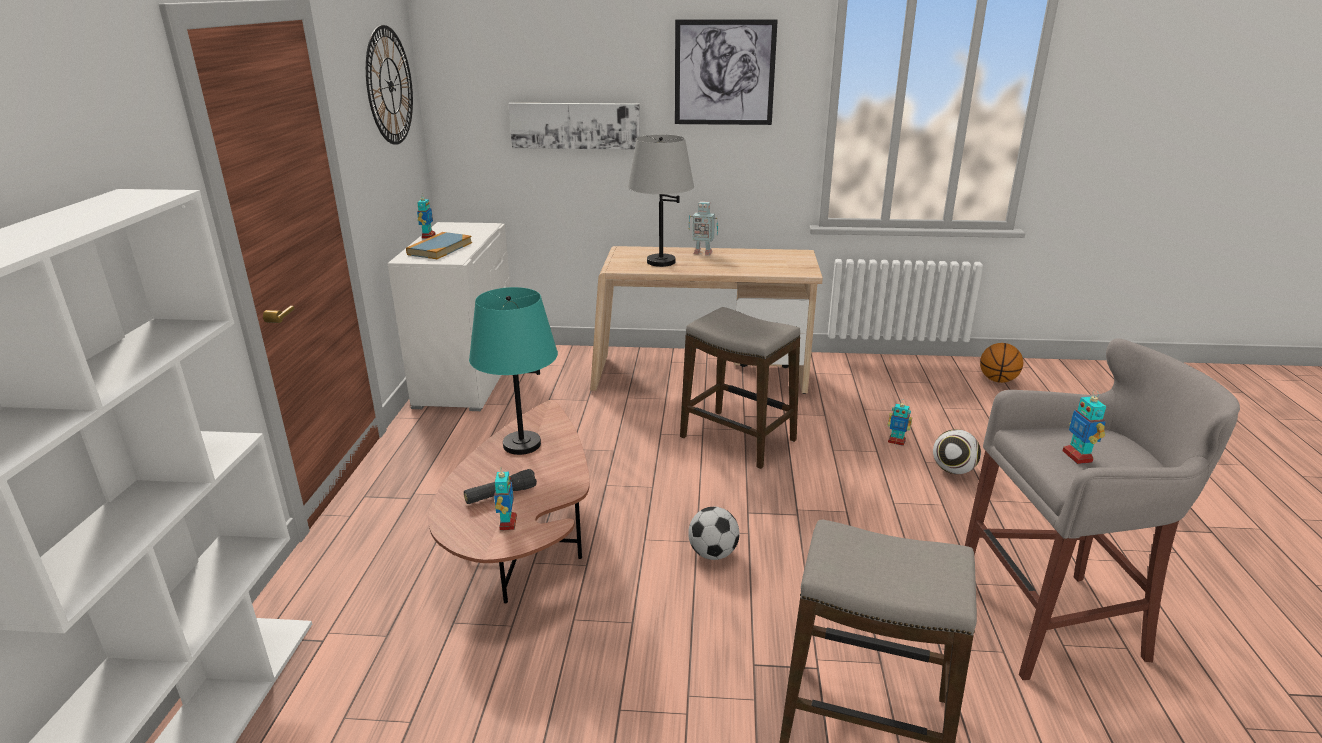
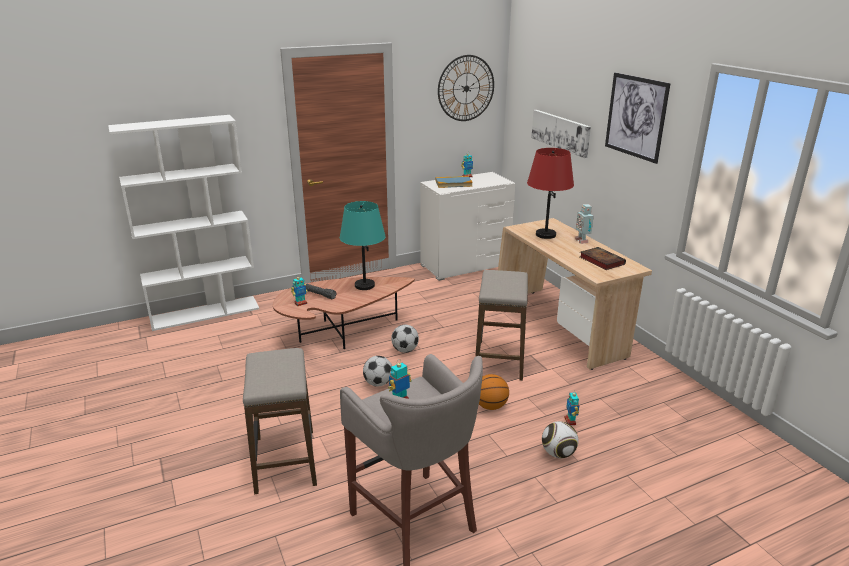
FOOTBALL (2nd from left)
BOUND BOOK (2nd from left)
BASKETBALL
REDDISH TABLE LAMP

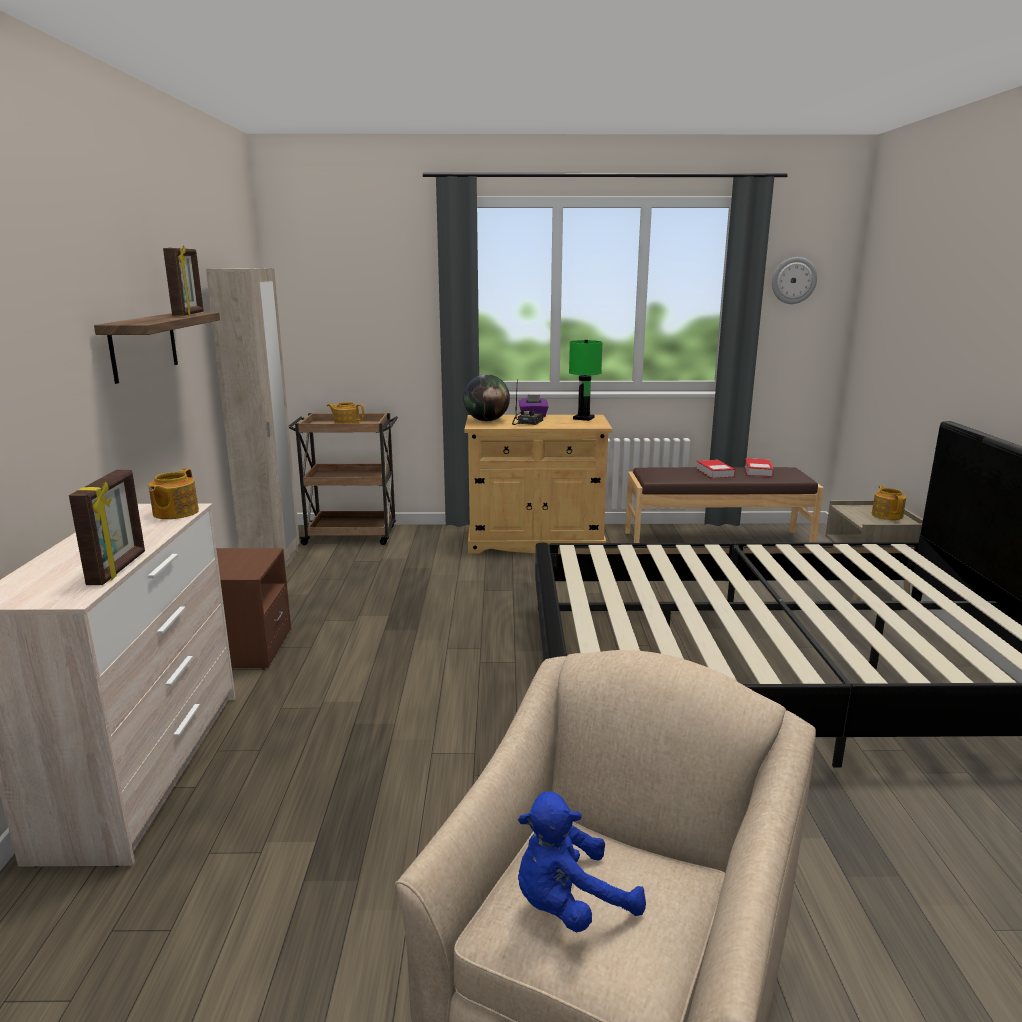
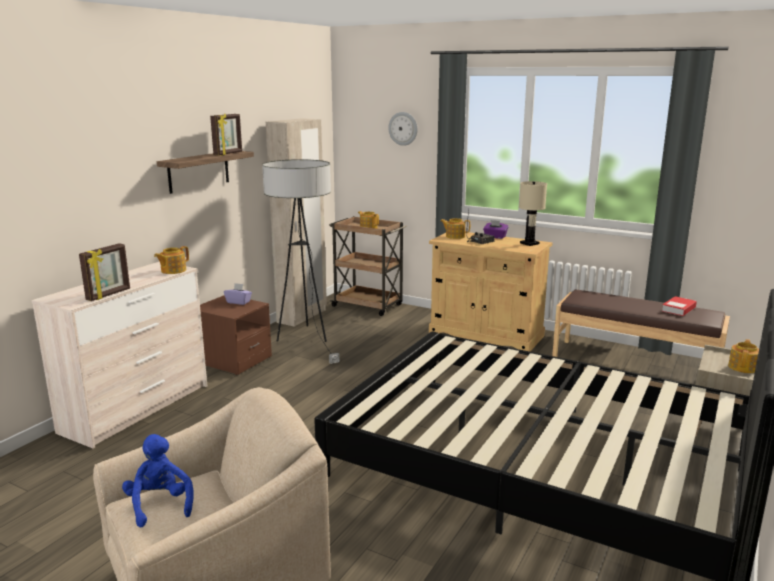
BOUND BOOK (1st from left in the first image)
PURPLISH TISSUE BOX (1st from left)
FLOOR LAMP
CLOCK ON THE WALL
TEA POT (3rd from left)
BEIGE TABLE LAMP
BLUISH PLUSH TOY

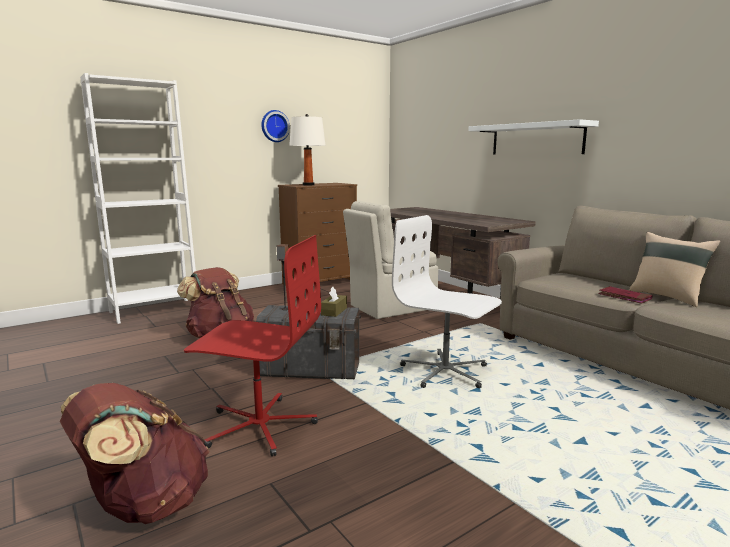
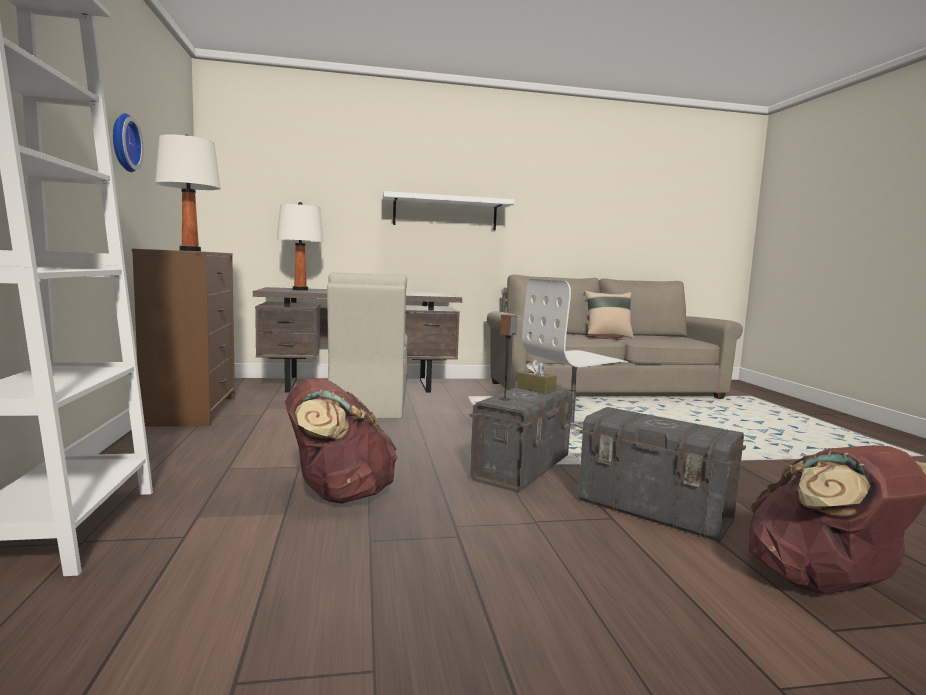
WHITE-COLOURED TABLE LAMP (2nd from left)
GREYISH STORAGE BIN (2nd from left)

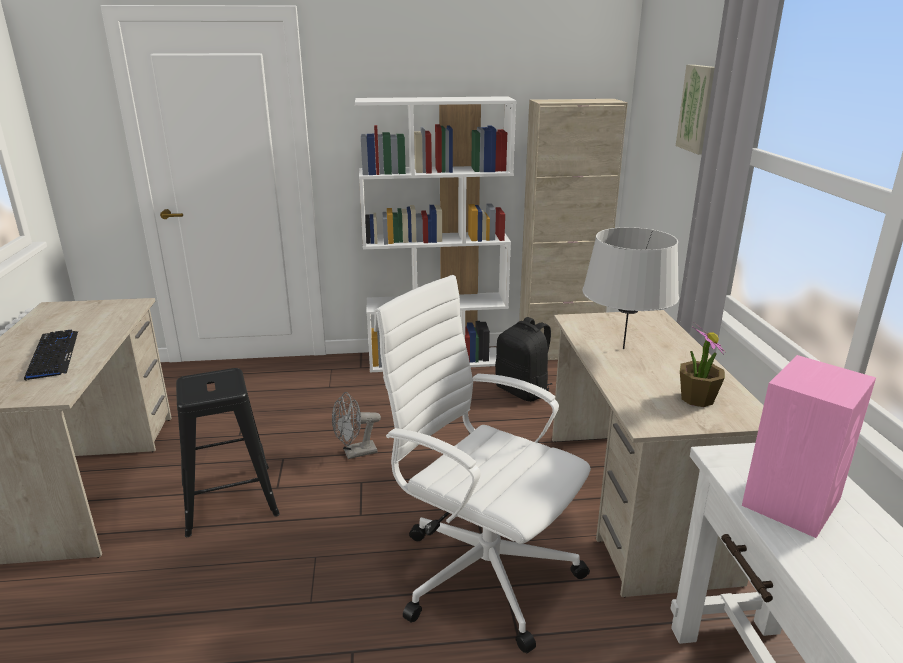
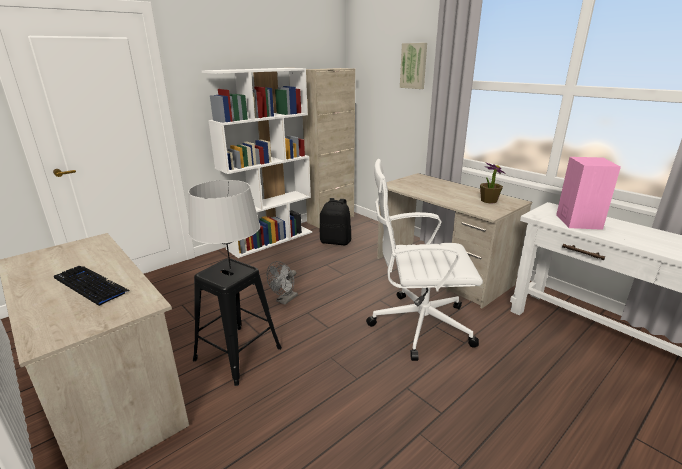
GREYISH TABLE LAMP

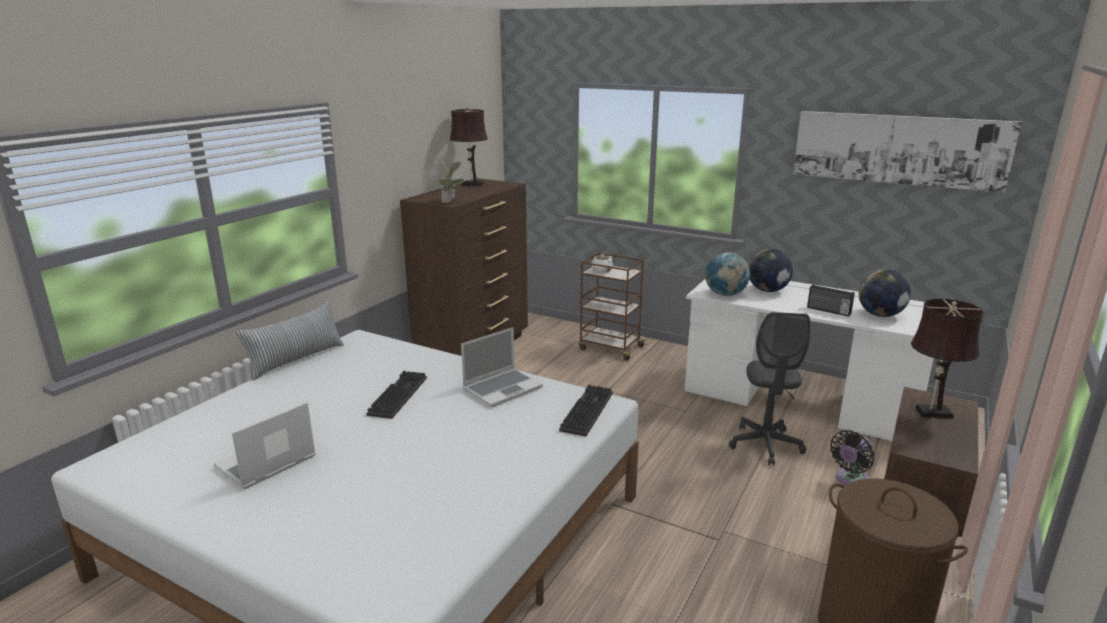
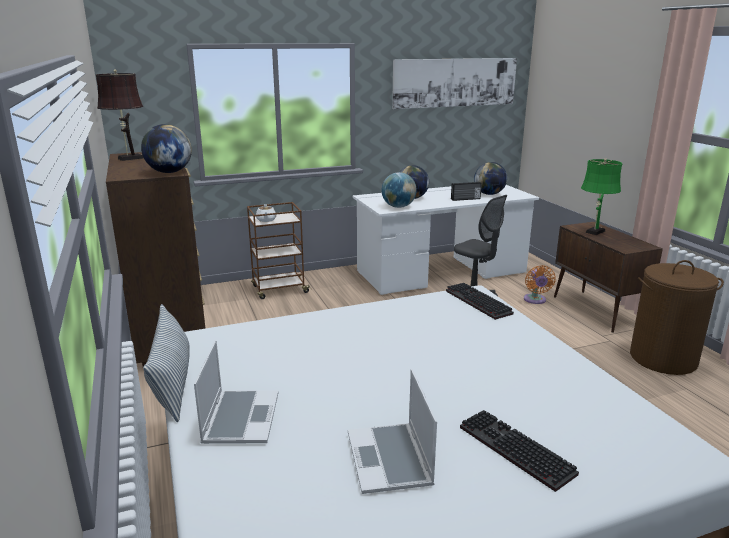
COMPUTER KEYBOARD (2nd from left)
LAPTOP (1st from left)
WORLD GLOBE (1st from left)
ORANGEY FAN
GREENISH TABLE LAMP

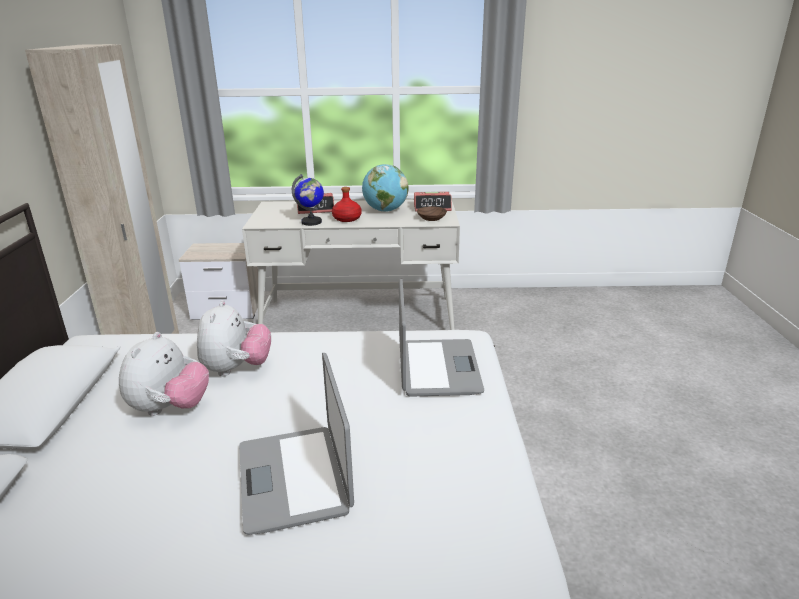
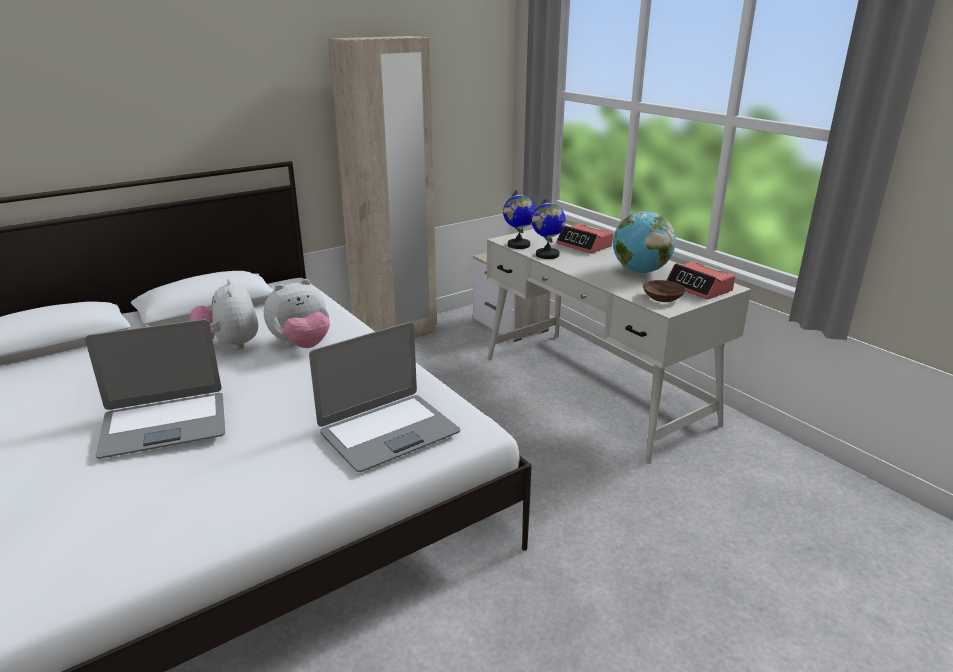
REDDISH DRINK BOTTLE
WORLD GLOBE (1st from left)
PLUSH TOY (1st from left)
LAPTOP (1st from left)

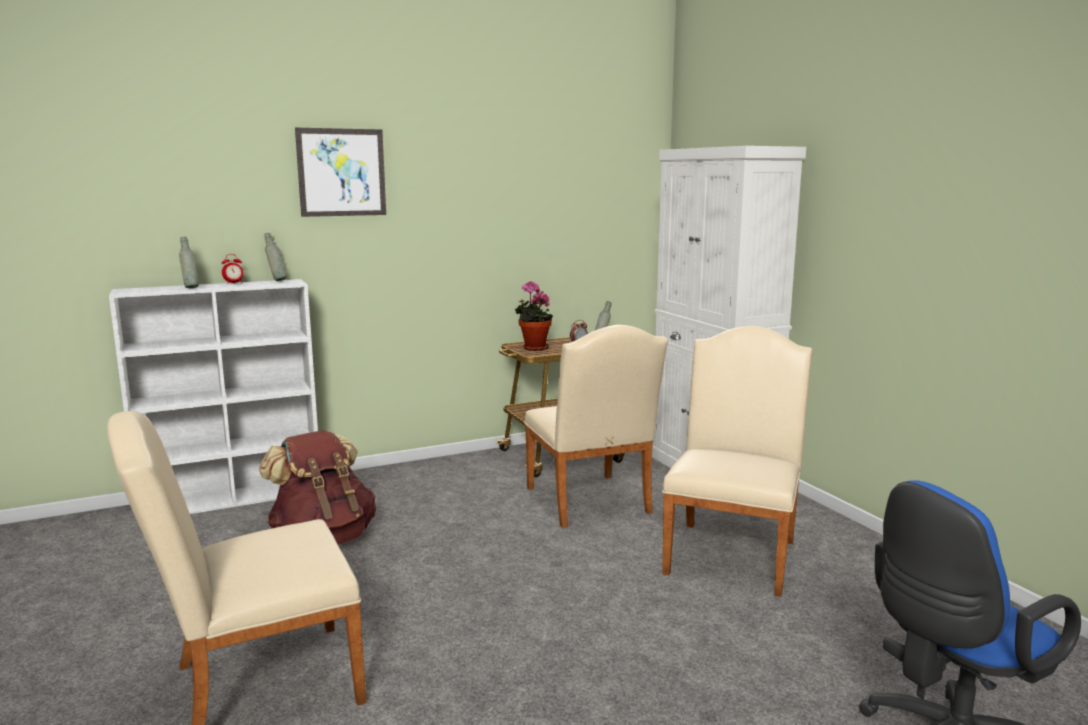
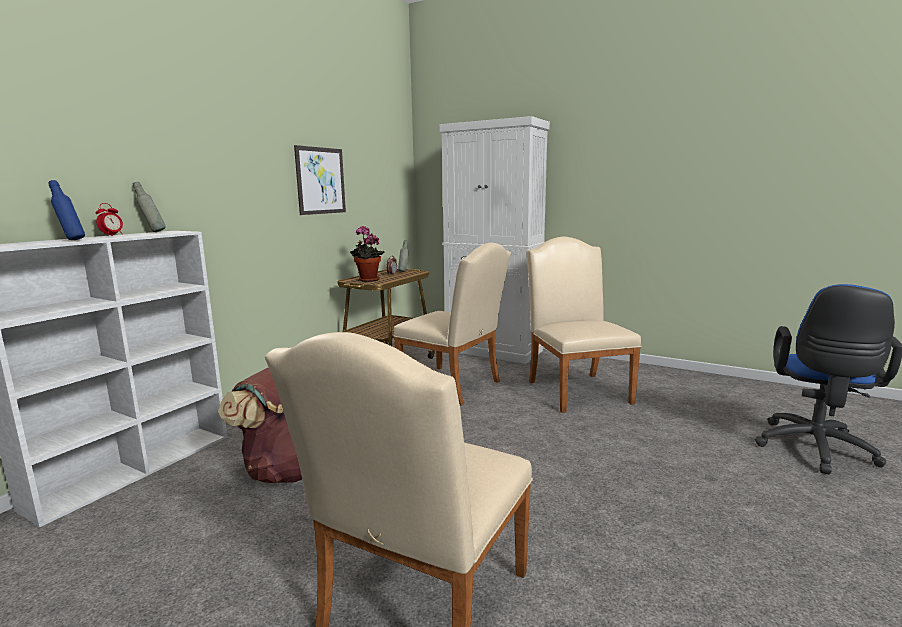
WALL PICTURE
BLUISH DRINK BOTTLE

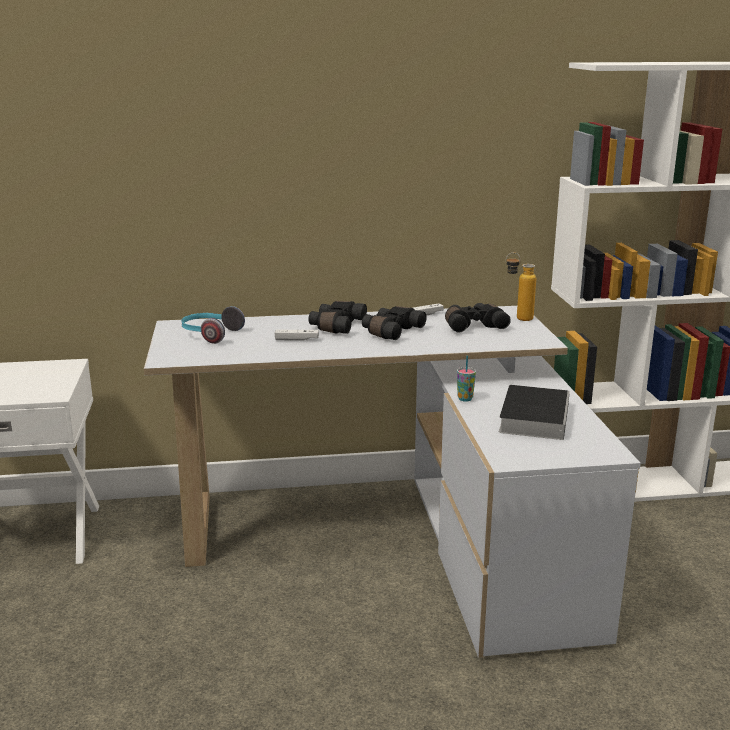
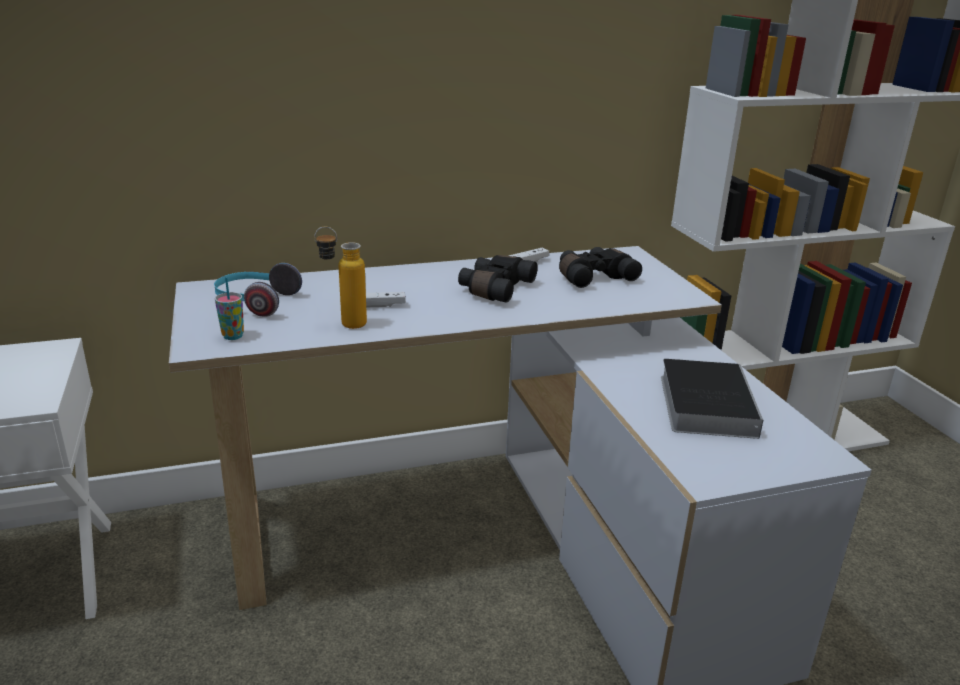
BLACK-COLOURED BINOCULARS (1st from left in the first image)
DRINKING CUP
DRINK BOTTLE

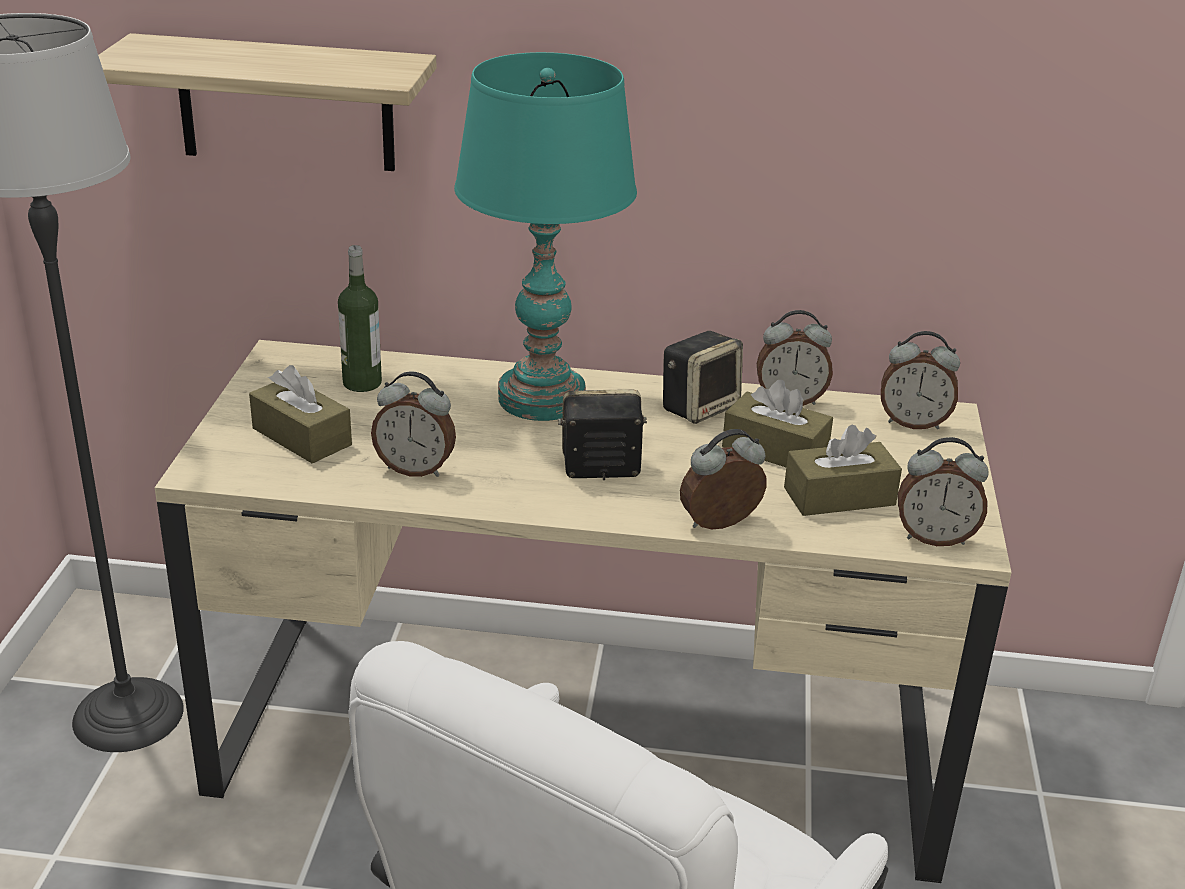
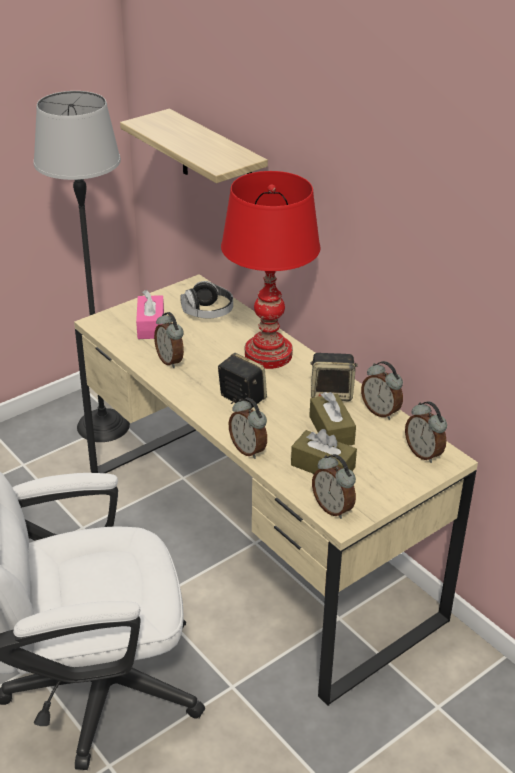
HEADSET
PINKISH TISSUE BOX
REDDISH TABLE LAMP
TABLE CLOCK (2nd from left)

